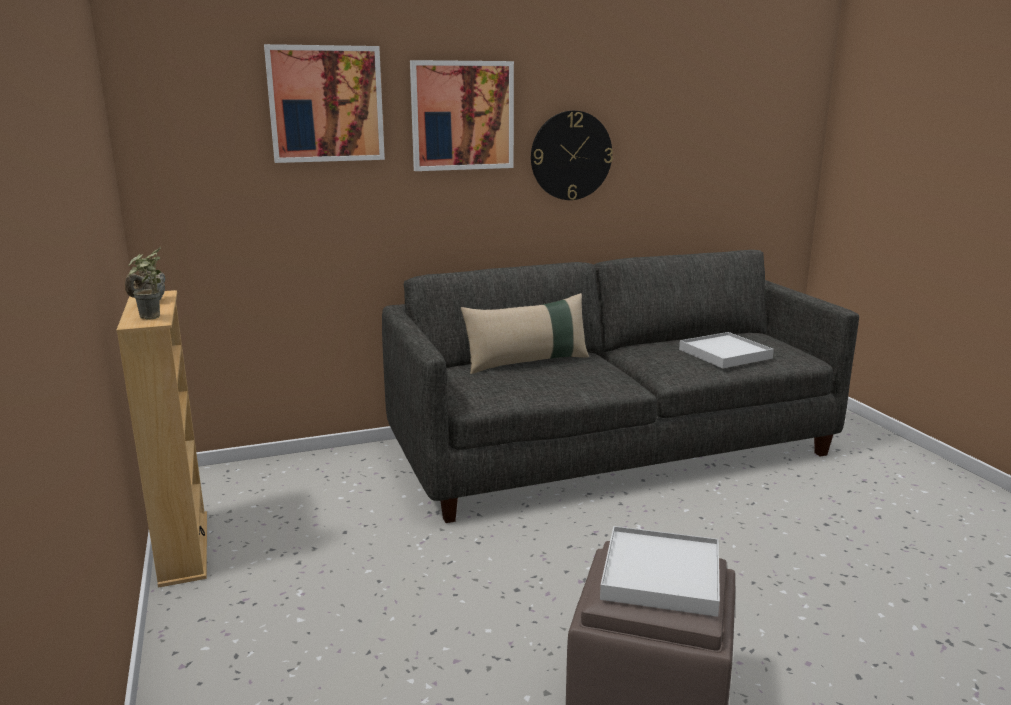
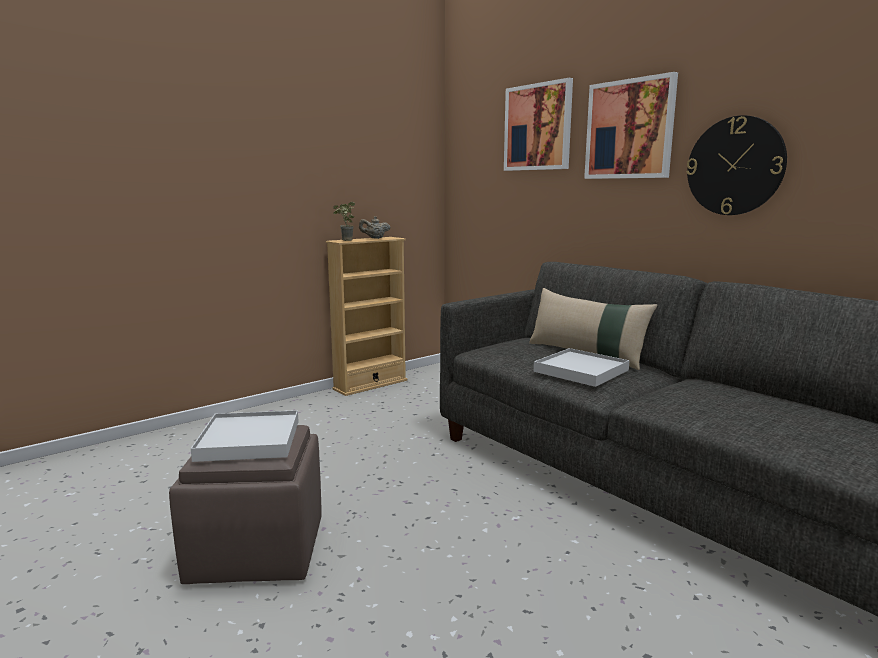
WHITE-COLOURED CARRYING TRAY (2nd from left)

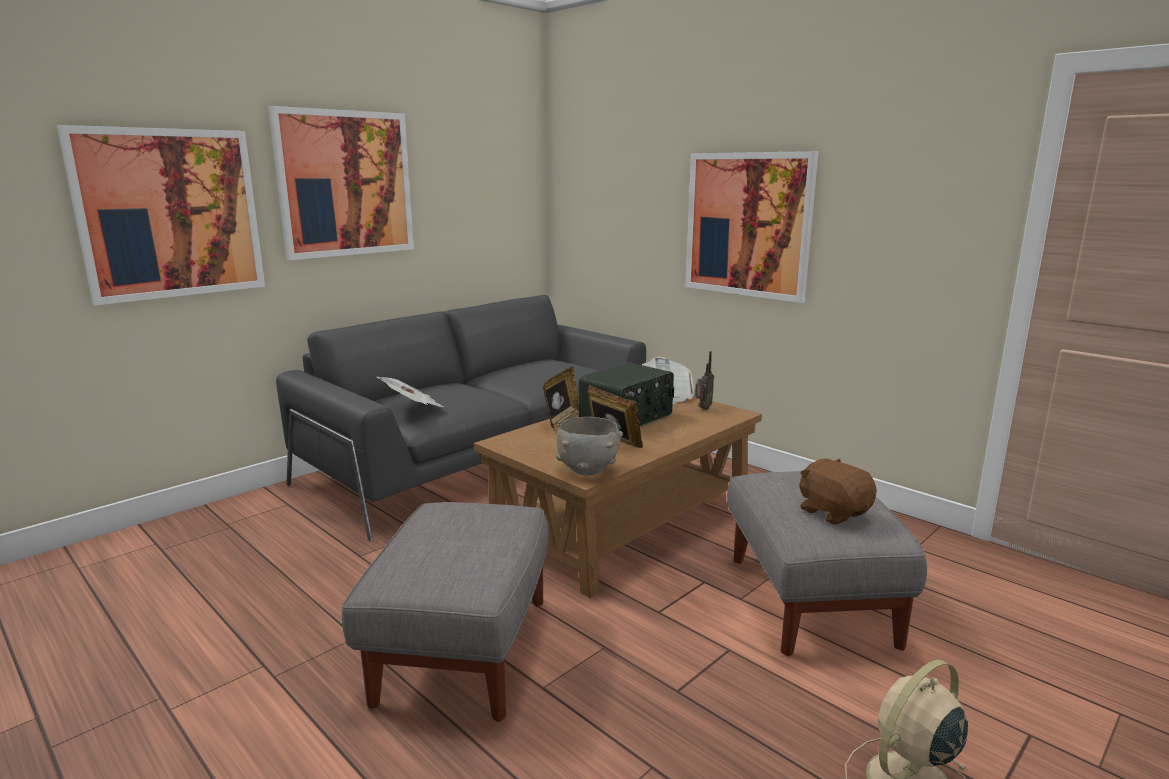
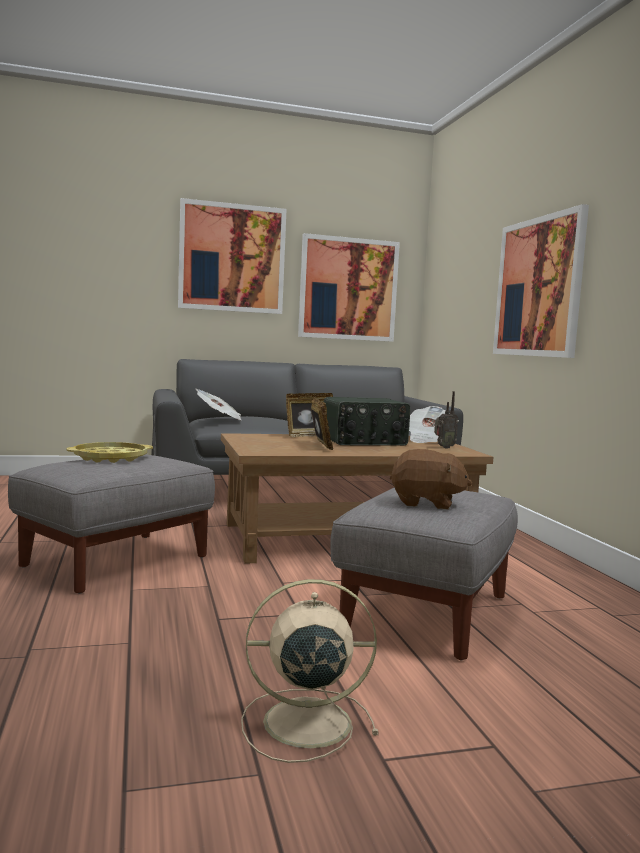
GREYISH BOWL
YELLOW-COLOURED CARRYING TRAY
WALL PICTURE (2nd from left)
BROWN-COLOURED PLUSH TOY

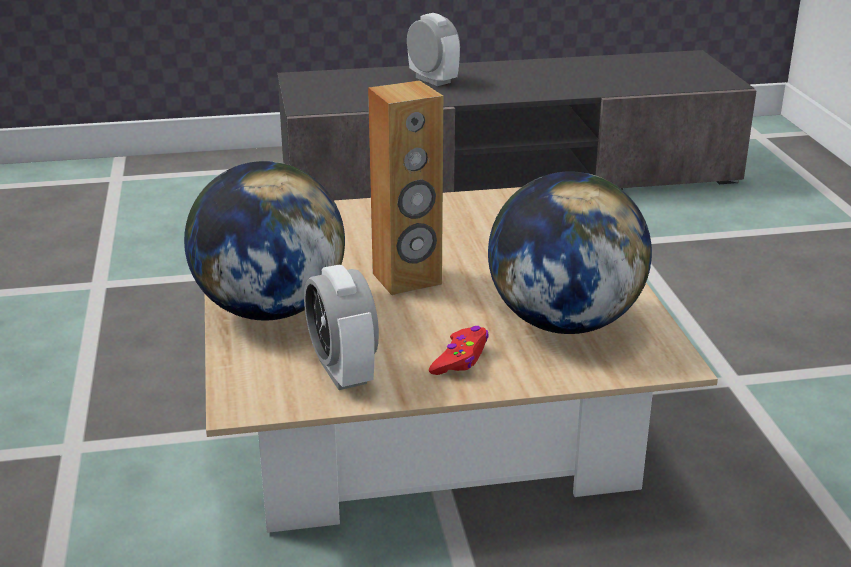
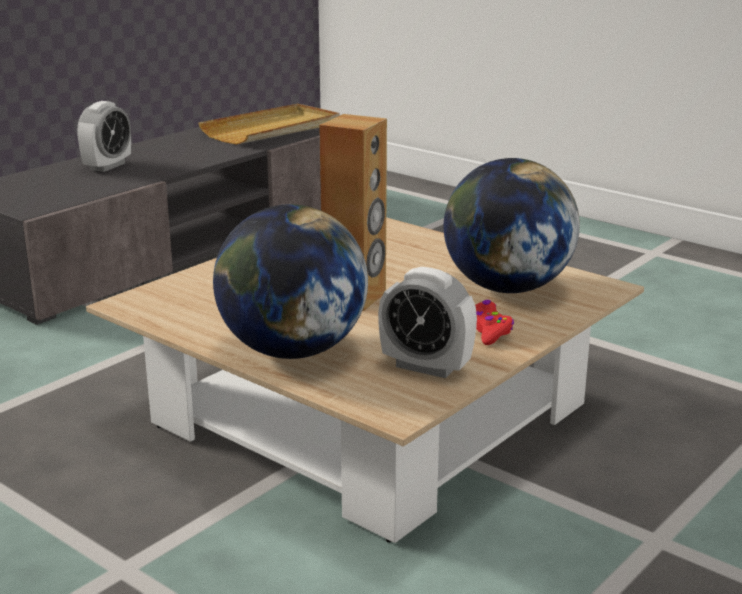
BEIGE CARRYING TRAY
TABLE CLOCK (1st from left)

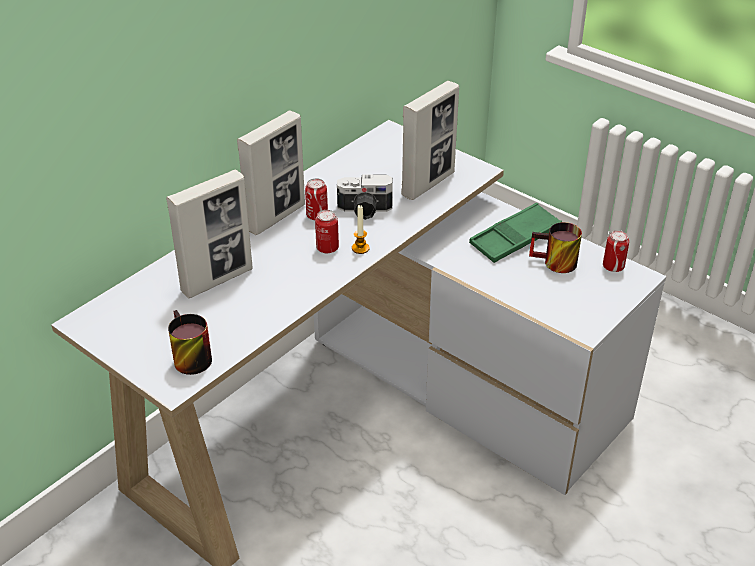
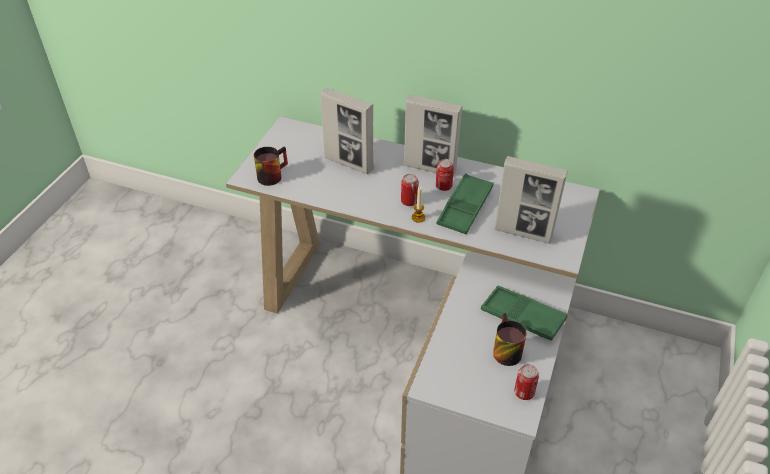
GREENISH CARRYING TRAY (1st from left)

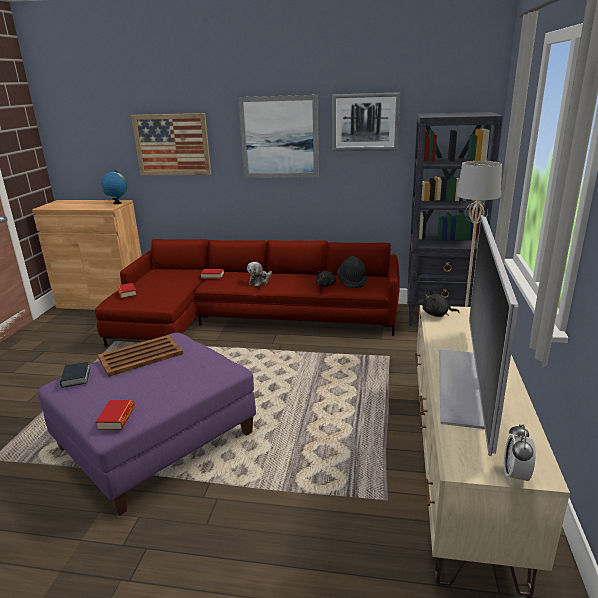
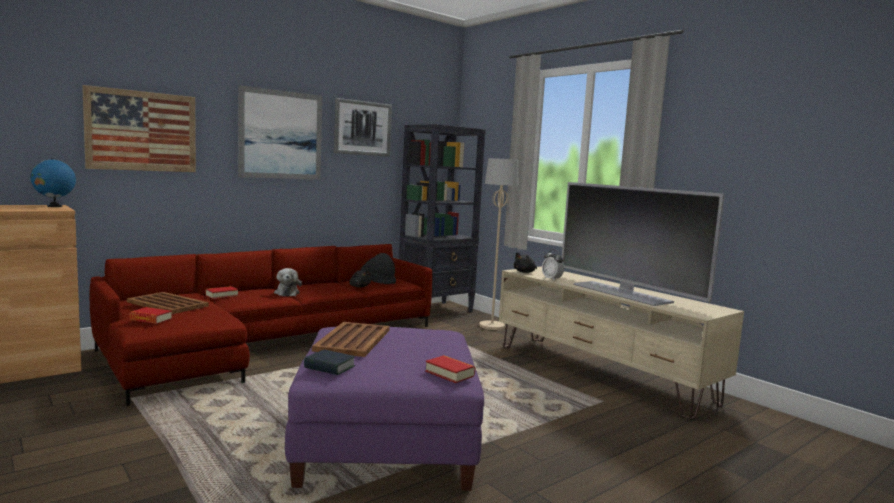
BROWN-COLOURED CARRYING TRAY (1st from left)
TABLE CLOCK

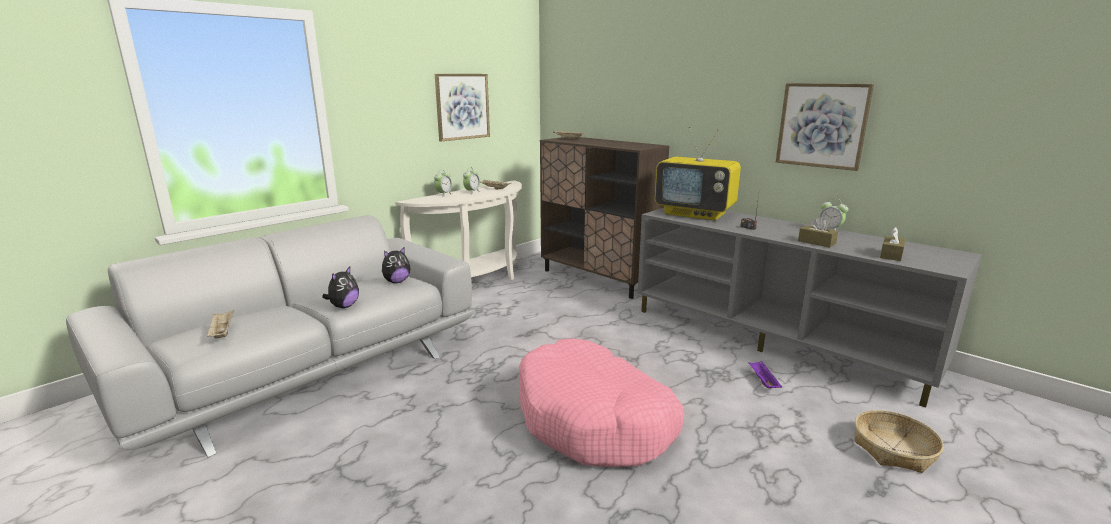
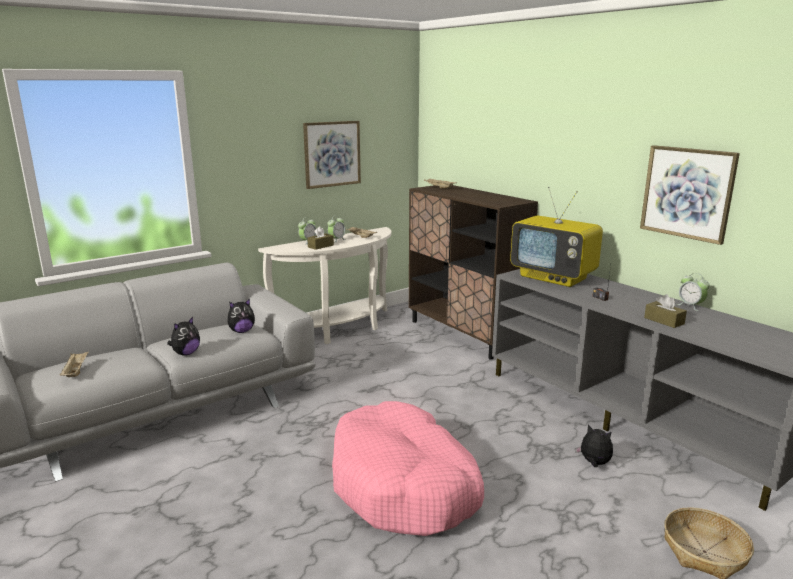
BROWN-COLOURED TISSUE BOX (1st from left)
PLUSH TOY (3rd from left)

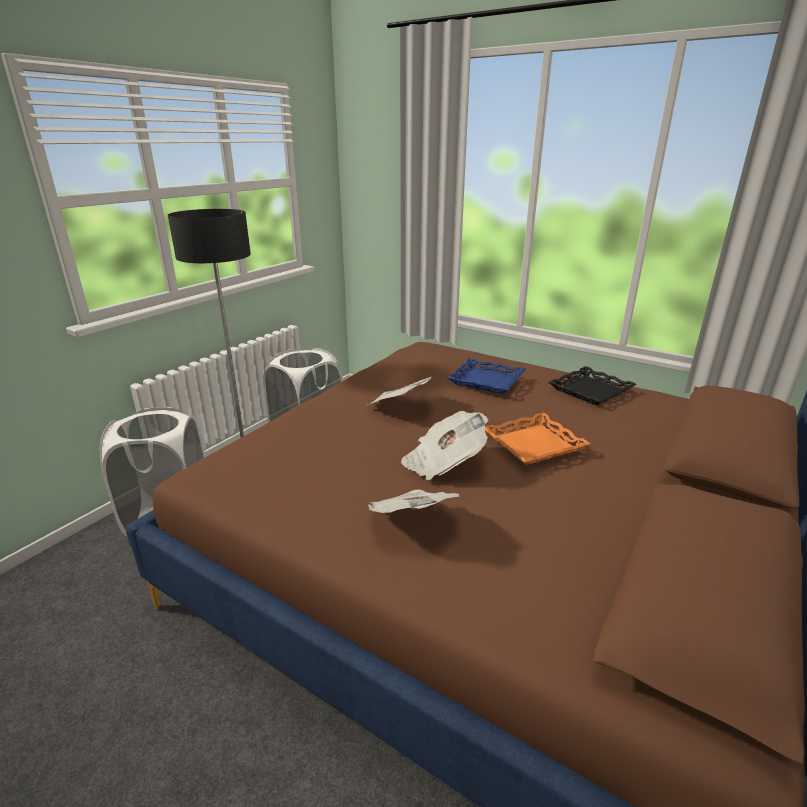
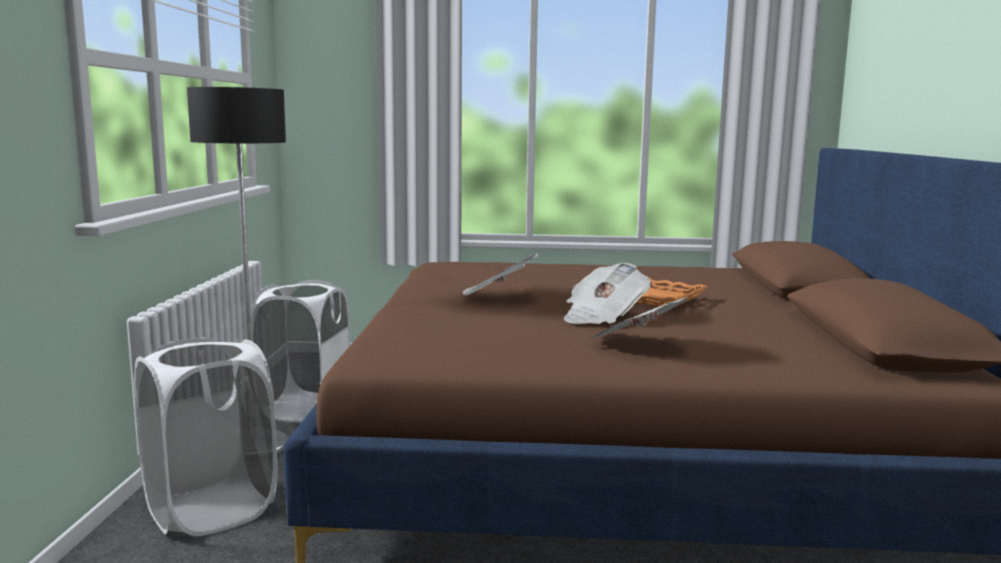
BLUISH CARRYING TRAY
BLACK-COLOURED CARRYING TRAY

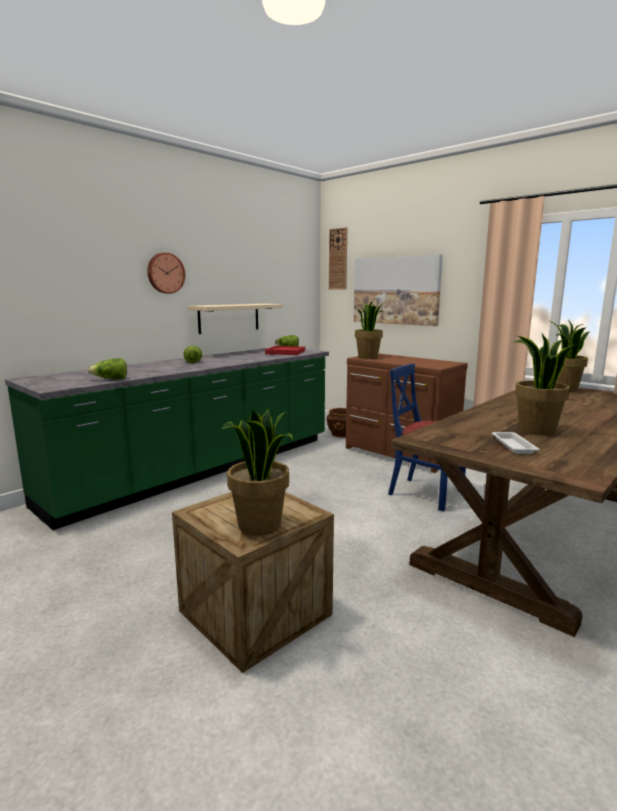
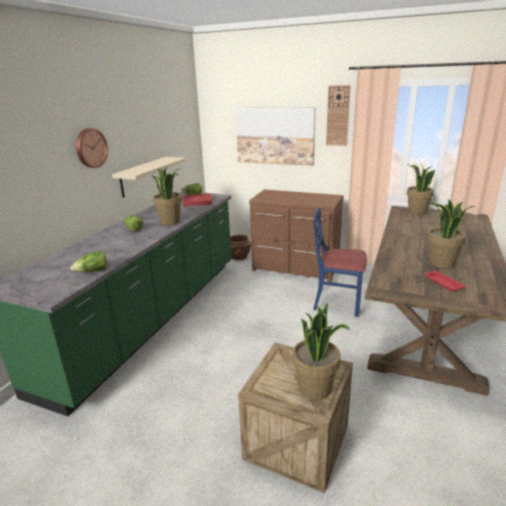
CLOCK ON THE WALL (2nd from left)
HOUSEPLANT (1st from left)
REDDISH CARRYING TRAY (2nd from left)

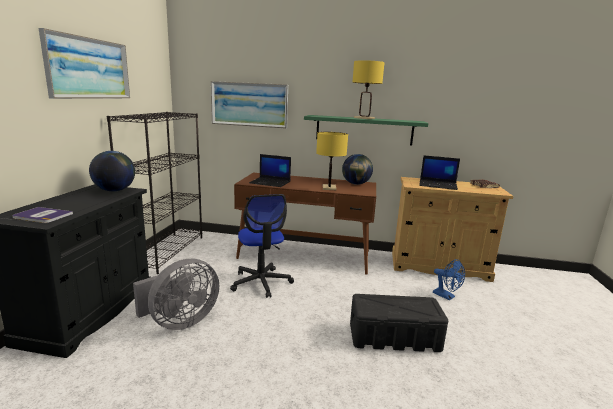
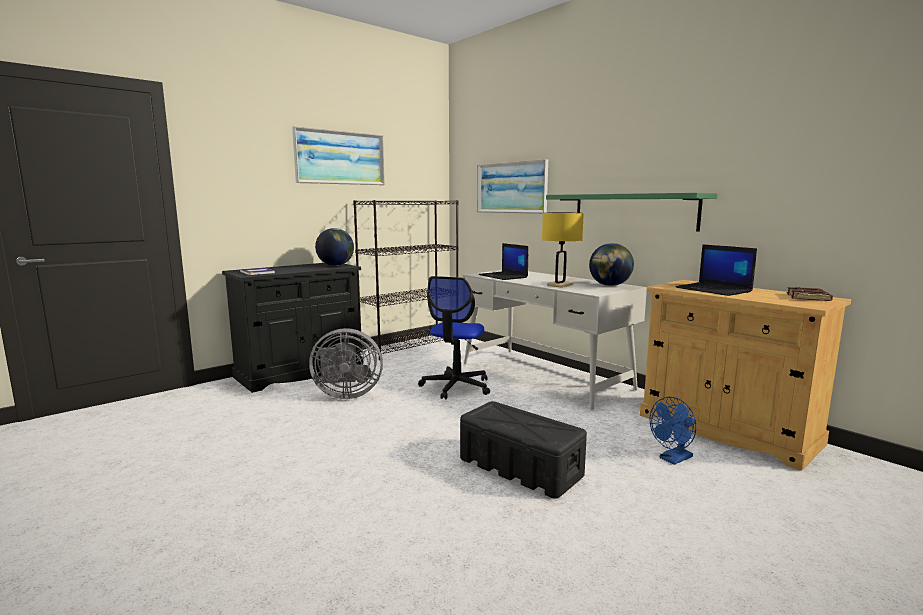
YELLOW-COLOURED TABLE LAMP (2nd from left in the first image)
WHITE-COLOURED DESK
BLUISH FAN

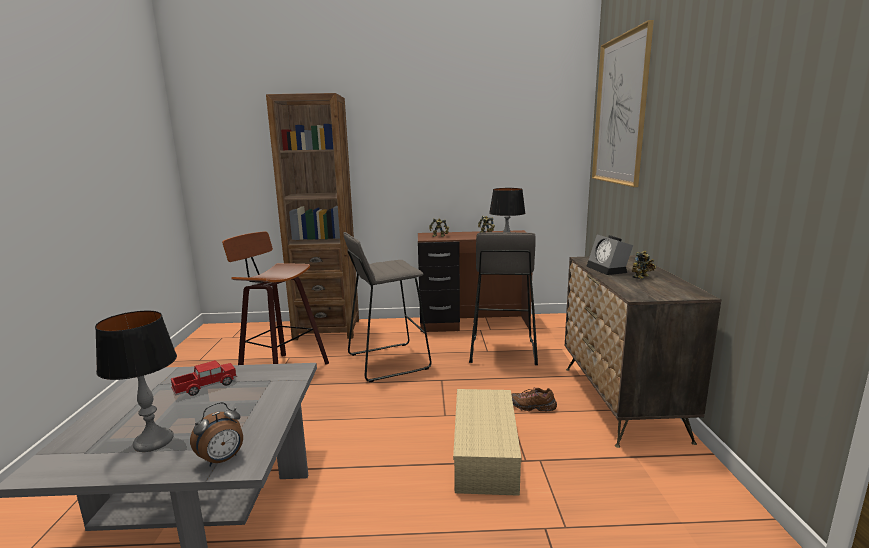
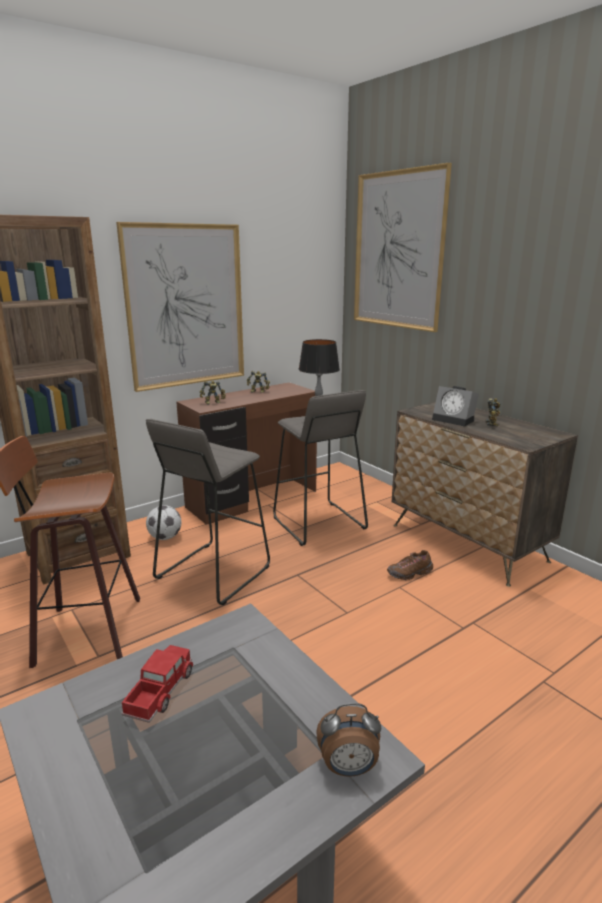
TABLE LAMP (1st from left in the first image)
BEIGE STORAGE BIN
WALL PICTURE (1st from left)
FOOTBALL
TABLE CLOCK (1st from left)

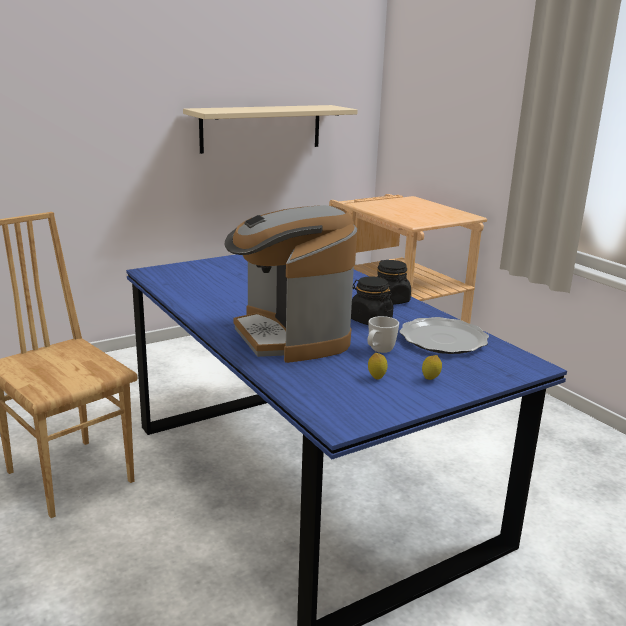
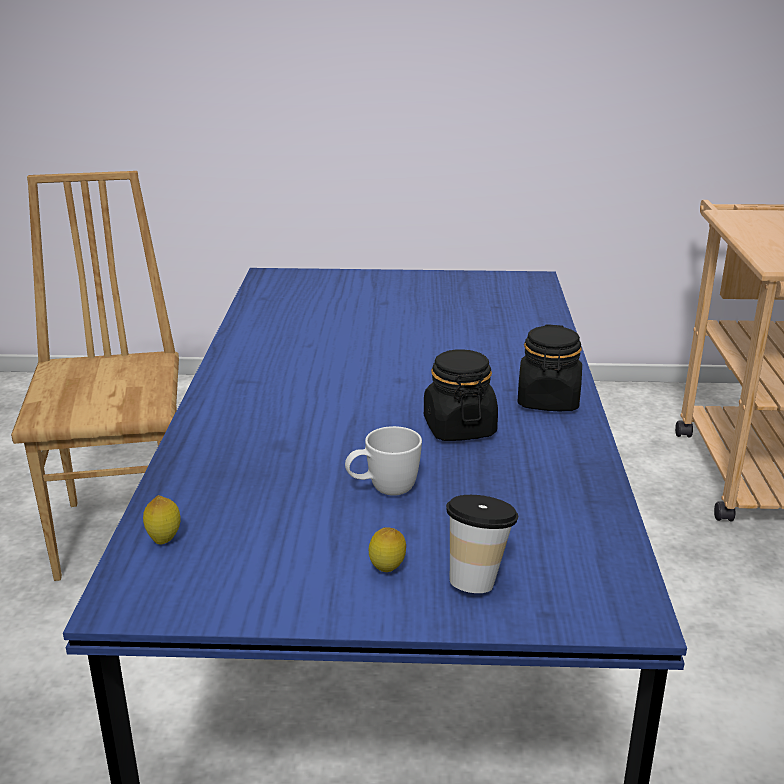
BEIGE SHELF
COFFEE BREWER
DINNER PLATE
DRINKING CUP
LEMON (1st from left)

